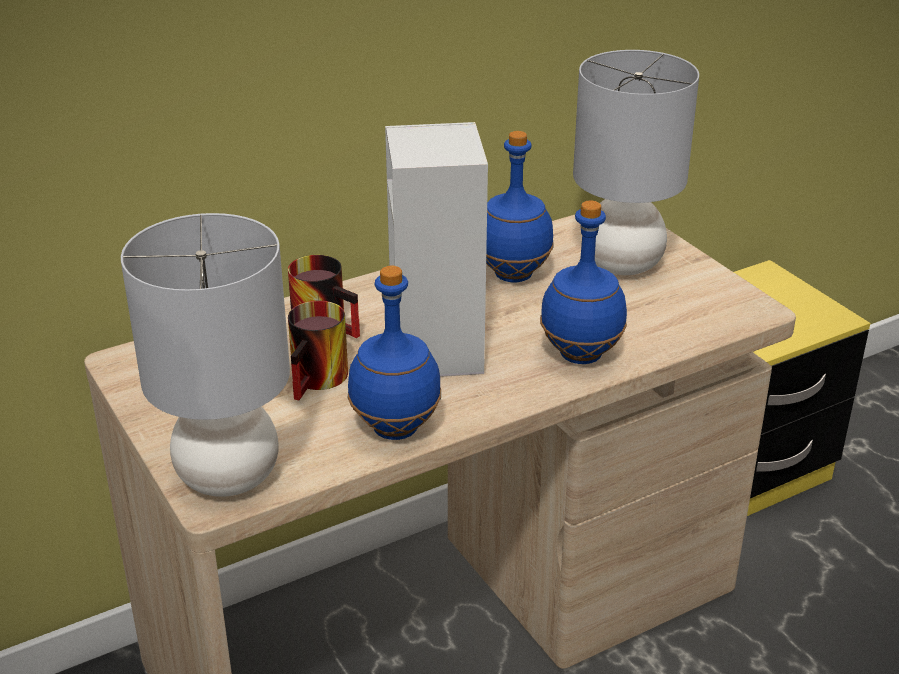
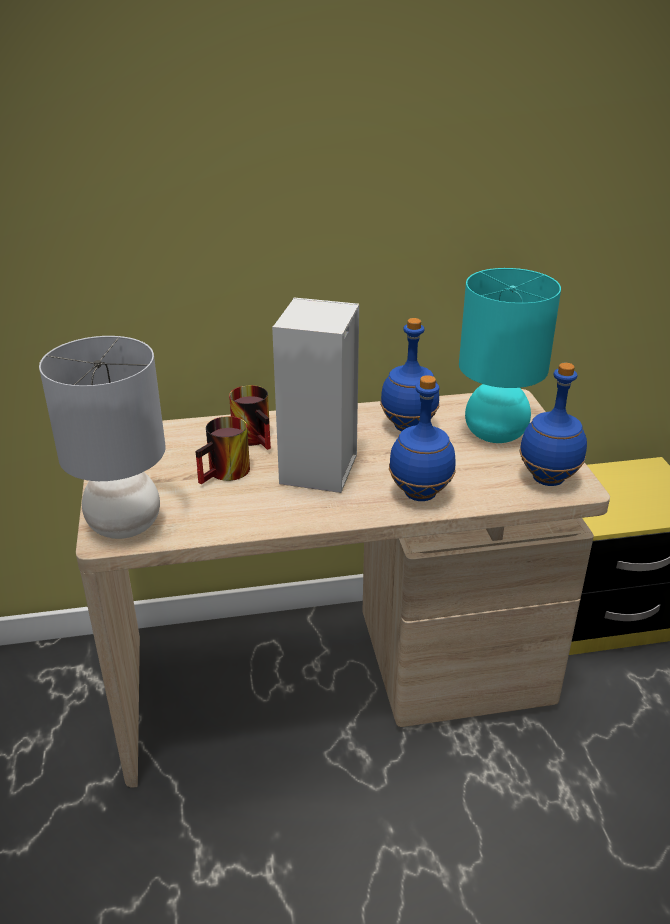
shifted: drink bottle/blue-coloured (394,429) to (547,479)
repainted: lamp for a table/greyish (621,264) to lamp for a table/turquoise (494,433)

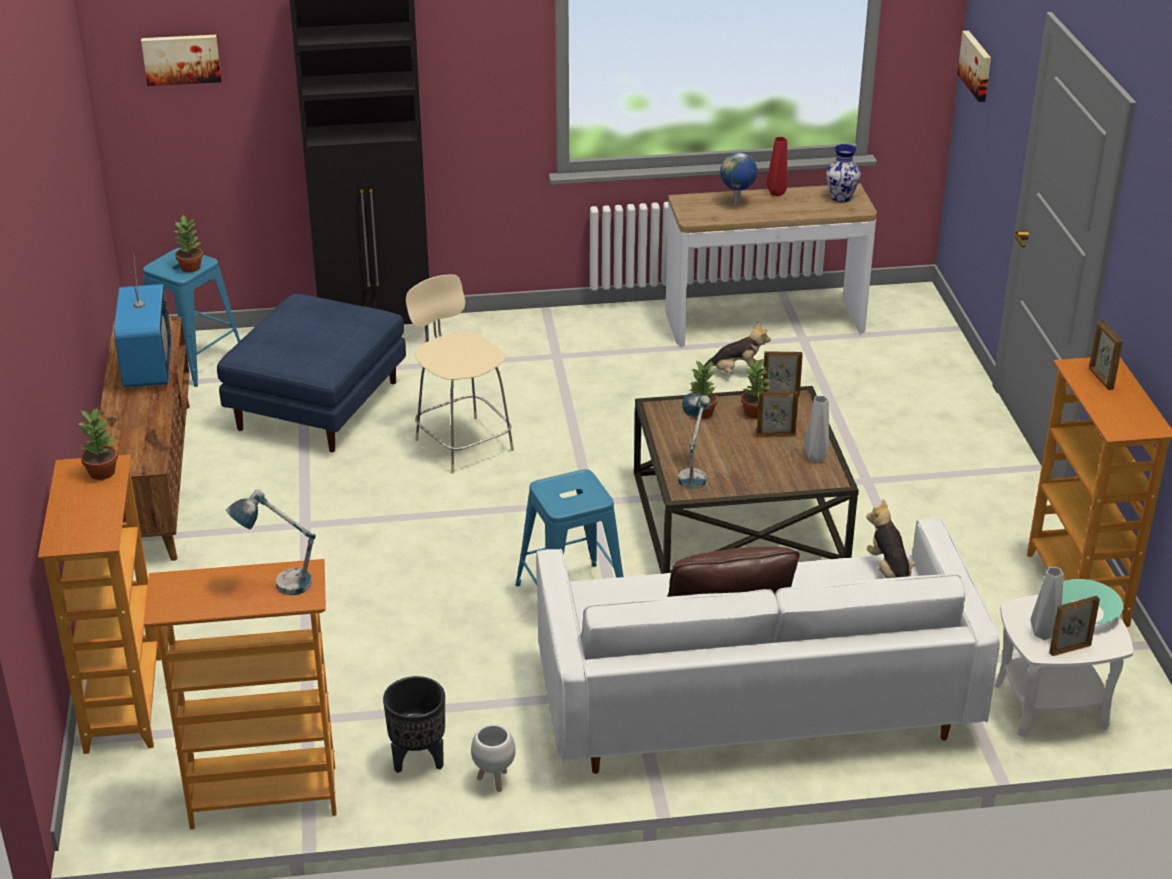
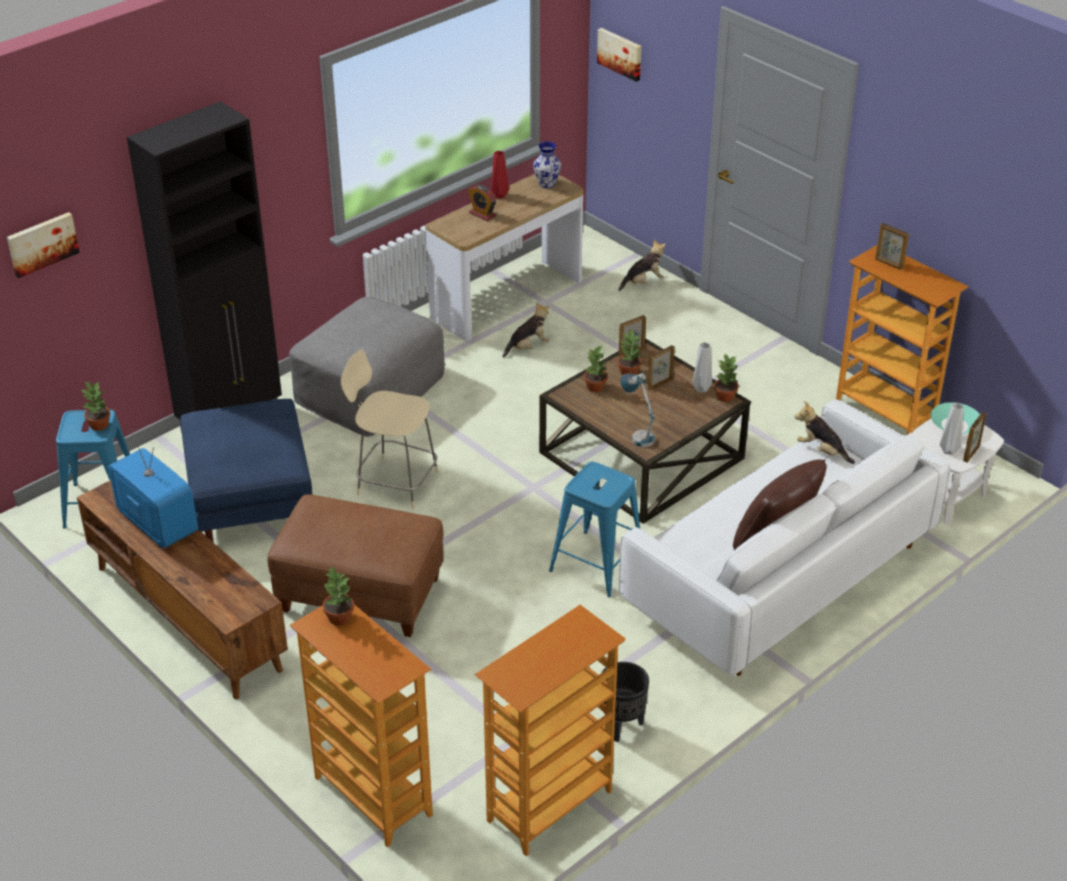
gone: lamp for a table (278,583); flower pot/white-coloured (494,781)
new: plush toy (643,282); ottoman/greyish (369,388); potted plant (725,396); ottoman/brown (359,596)
swapped: desk globe (737,204) to bedside clock (482,214)

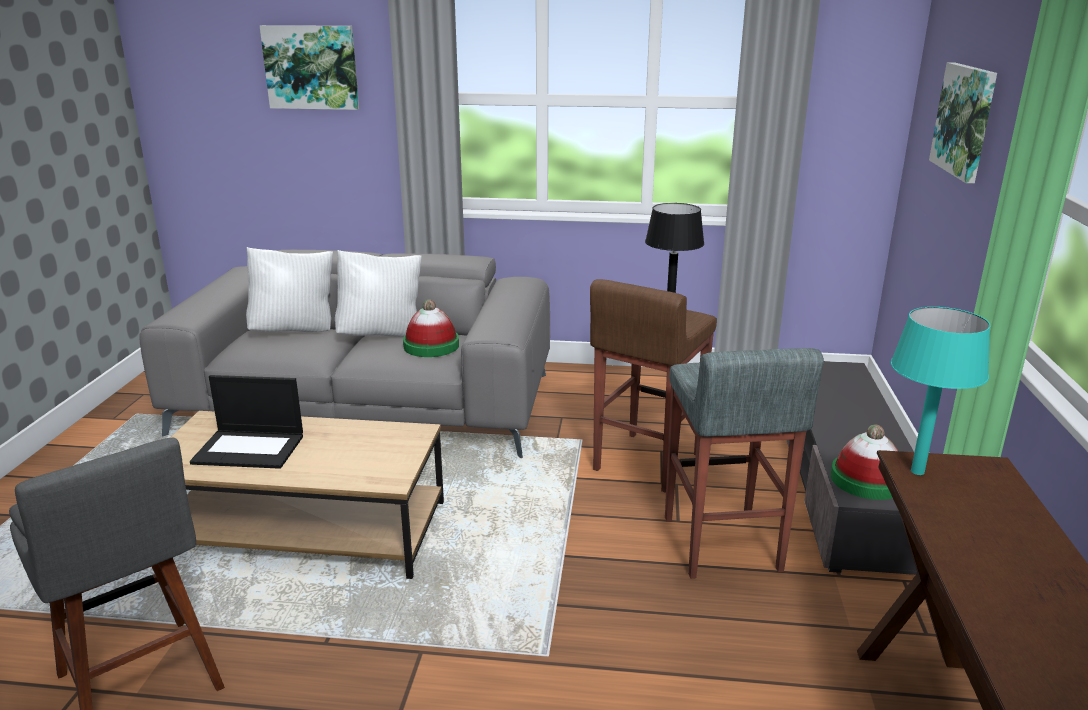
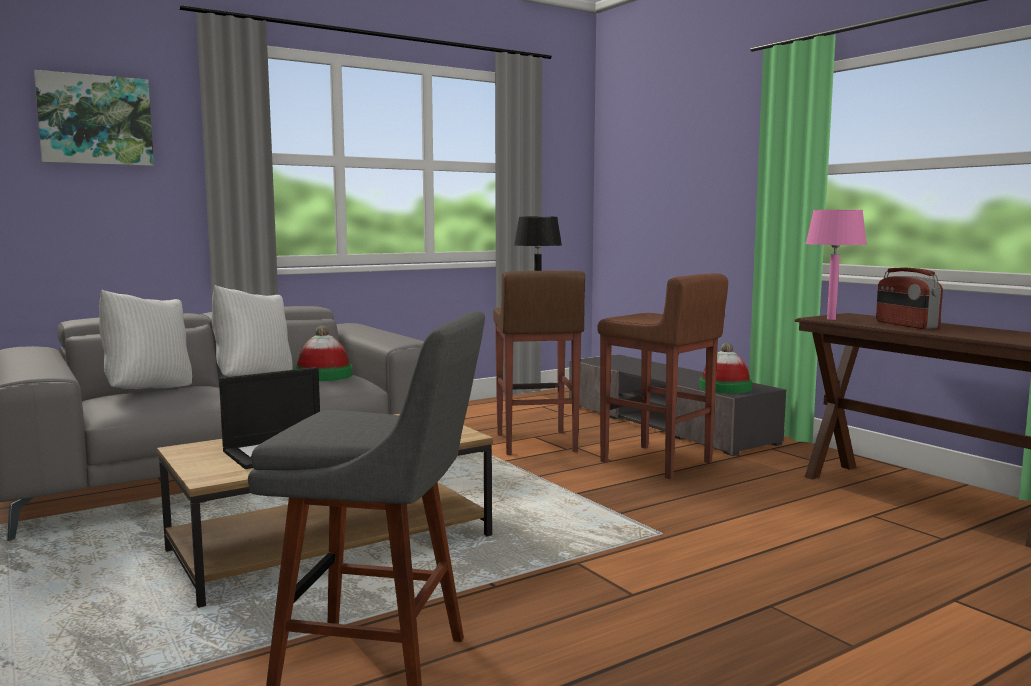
gone: picture (965,120)
new: radio set (905,325)
repainted: lamp for a table/turquoise (918,472) to lamp for a table/pink (831,319); stool seat/greyish (720,545) to stool seat/brown (656,462)

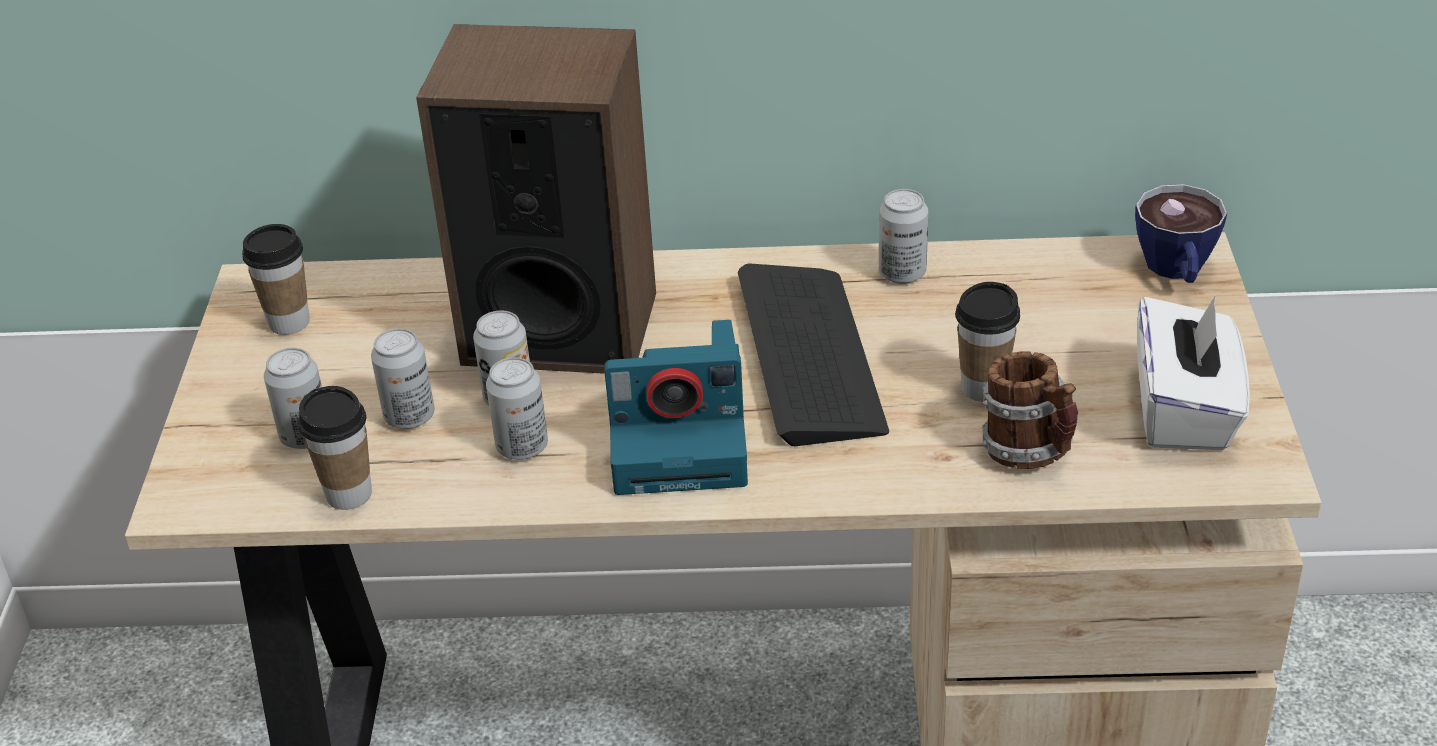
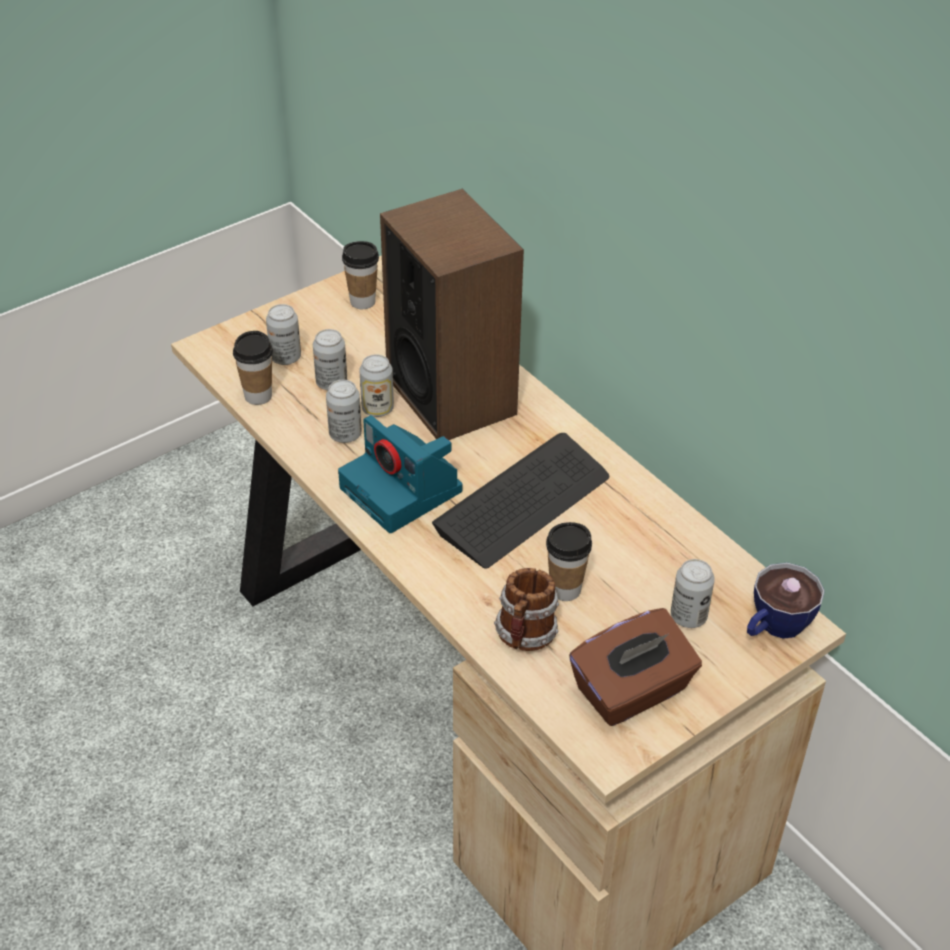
shifted: can (902,273) to (688,616)
repainted: tissue box/white-coloured (1184,411) to tissue box/brown (632,691)

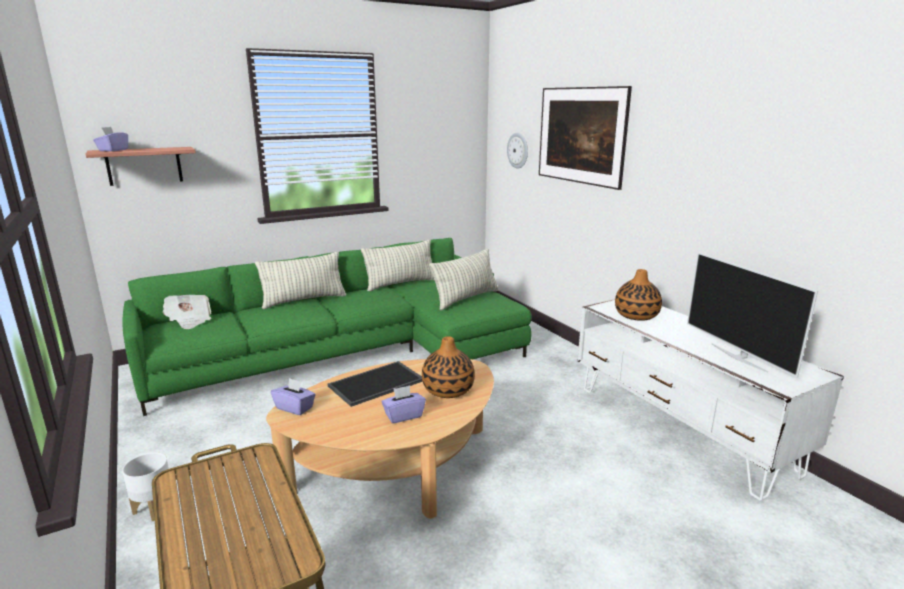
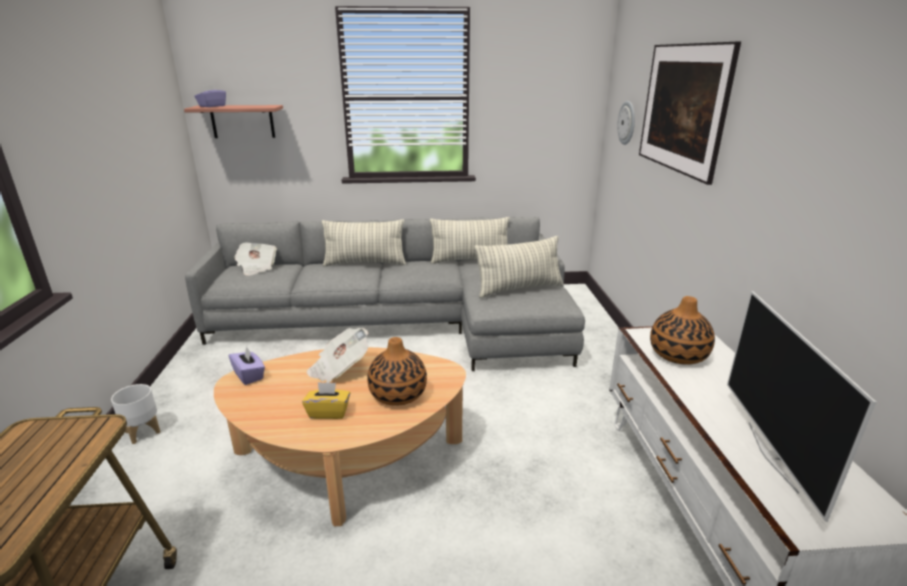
swapped: serving tray (376,384) to printed paper (339,369)
repainted: settee/green (351,353) to settee/greyish (404,323); tissue box/purplish (403,415) to tissue box/yellowish (328,412)

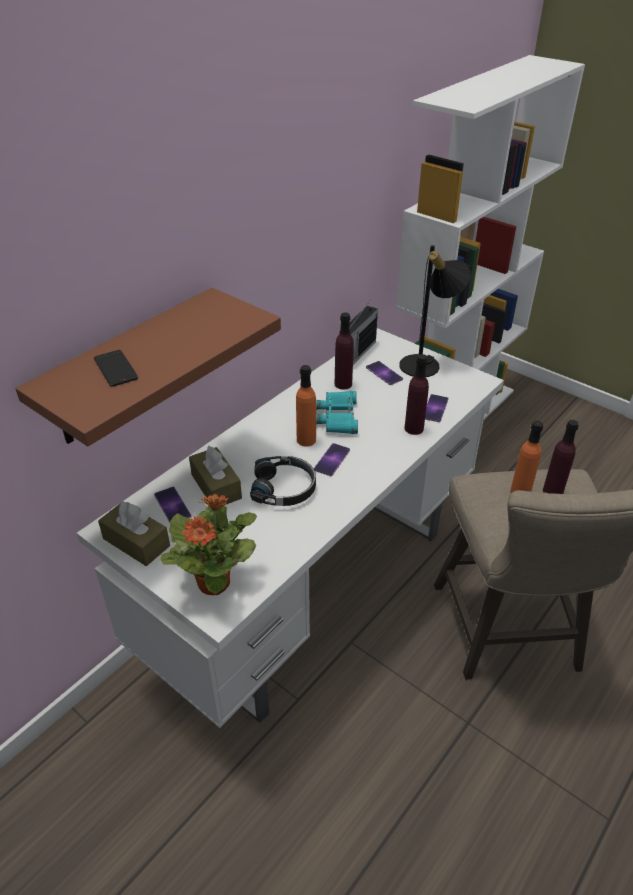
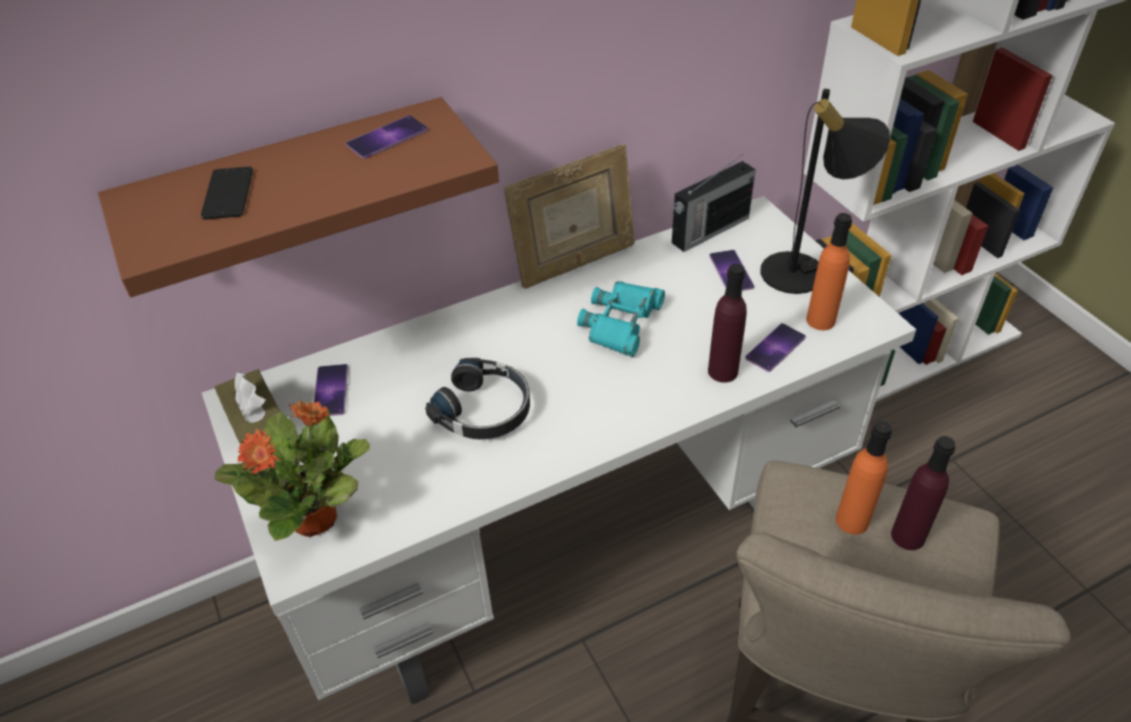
gone: drink bottle/purplish (343,384); tissue box/brown (216,486)
new: picture frame (574,264)
shifted: drink bottle/orangey (306,440) to (820,320); handset (332,459) to (387,137)

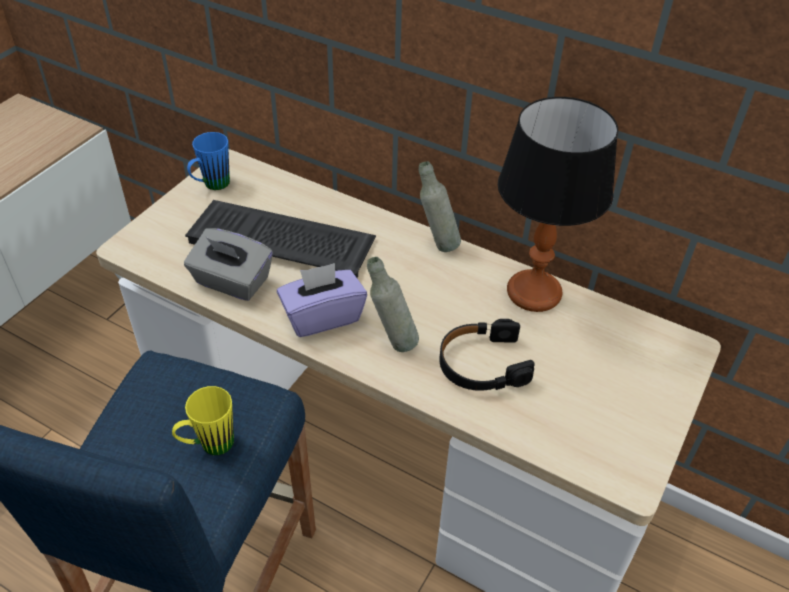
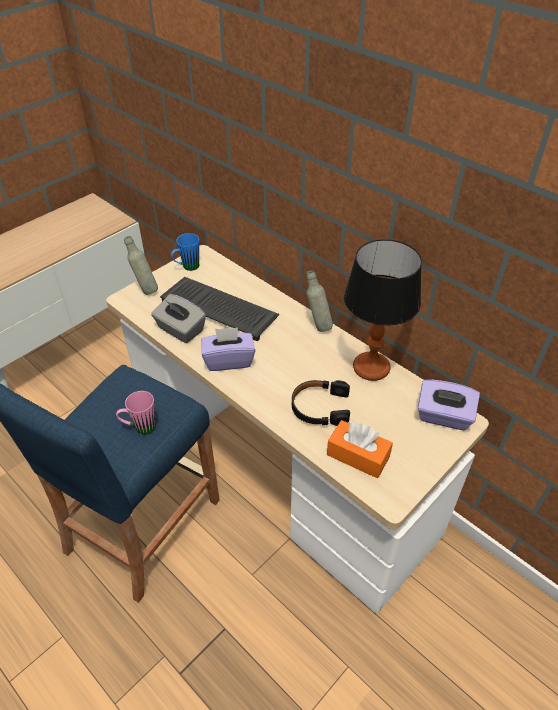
new: tissue box/purplish (443,416); tissue box/orangey (358,456)
shifted: drink bottle/greyish (392,342) to (145,290)
repainted: tea mug/yellowish (209,445) to tea mug/pink (140,427)

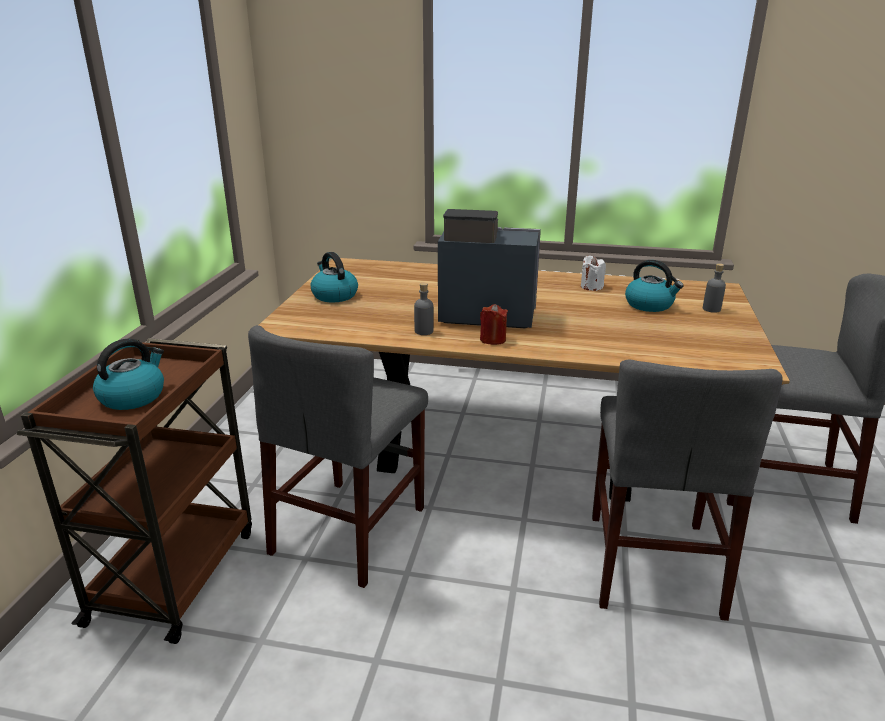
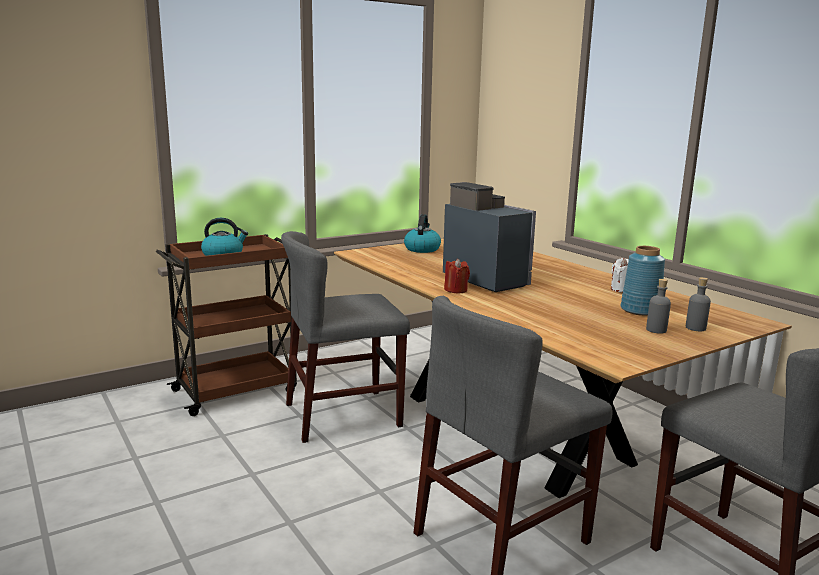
shifted: drink bottle/greyish (424,331) to (656,330)
swapped: tea kettle (650,305) to decorative vase/blue-coloured (640,310)

